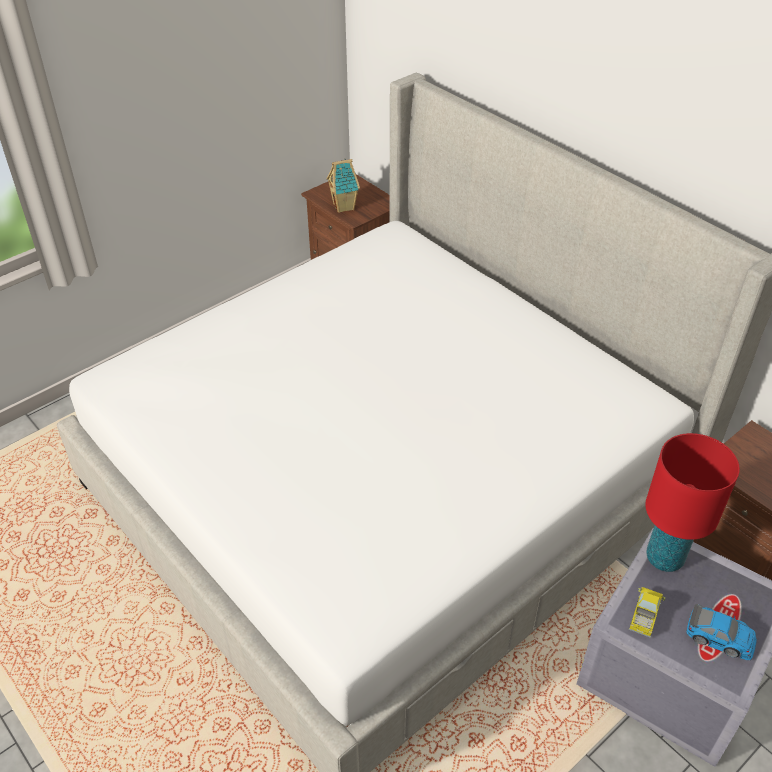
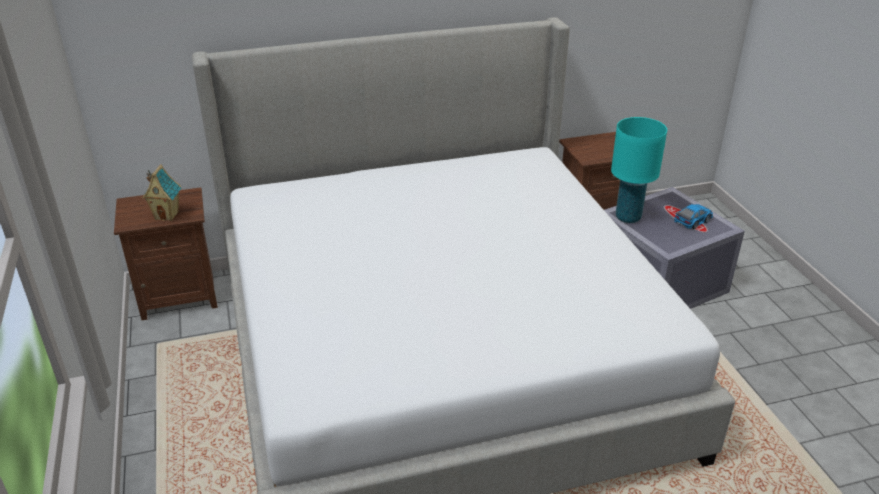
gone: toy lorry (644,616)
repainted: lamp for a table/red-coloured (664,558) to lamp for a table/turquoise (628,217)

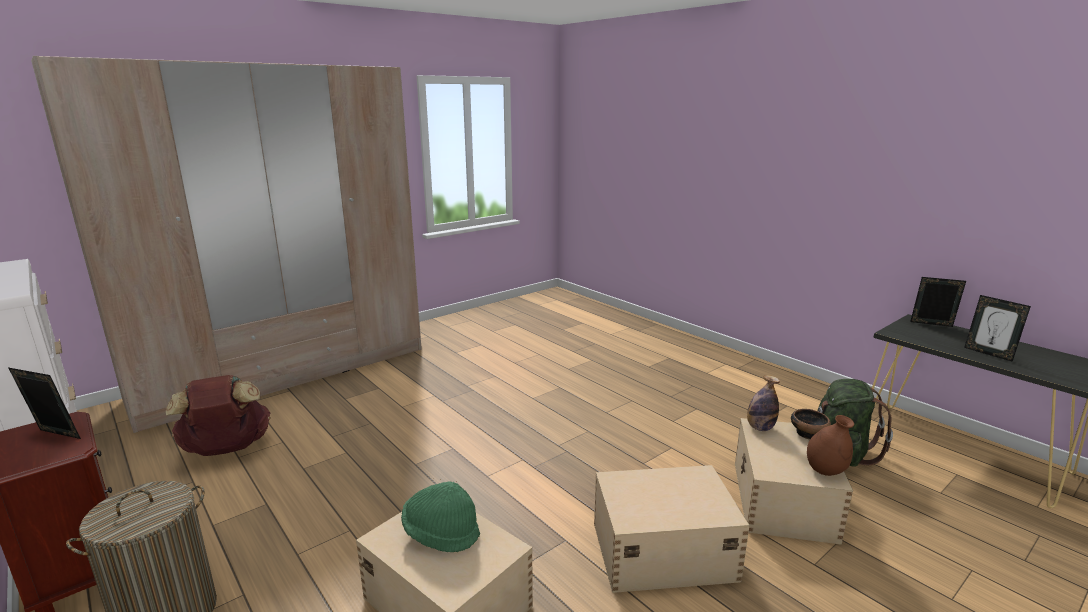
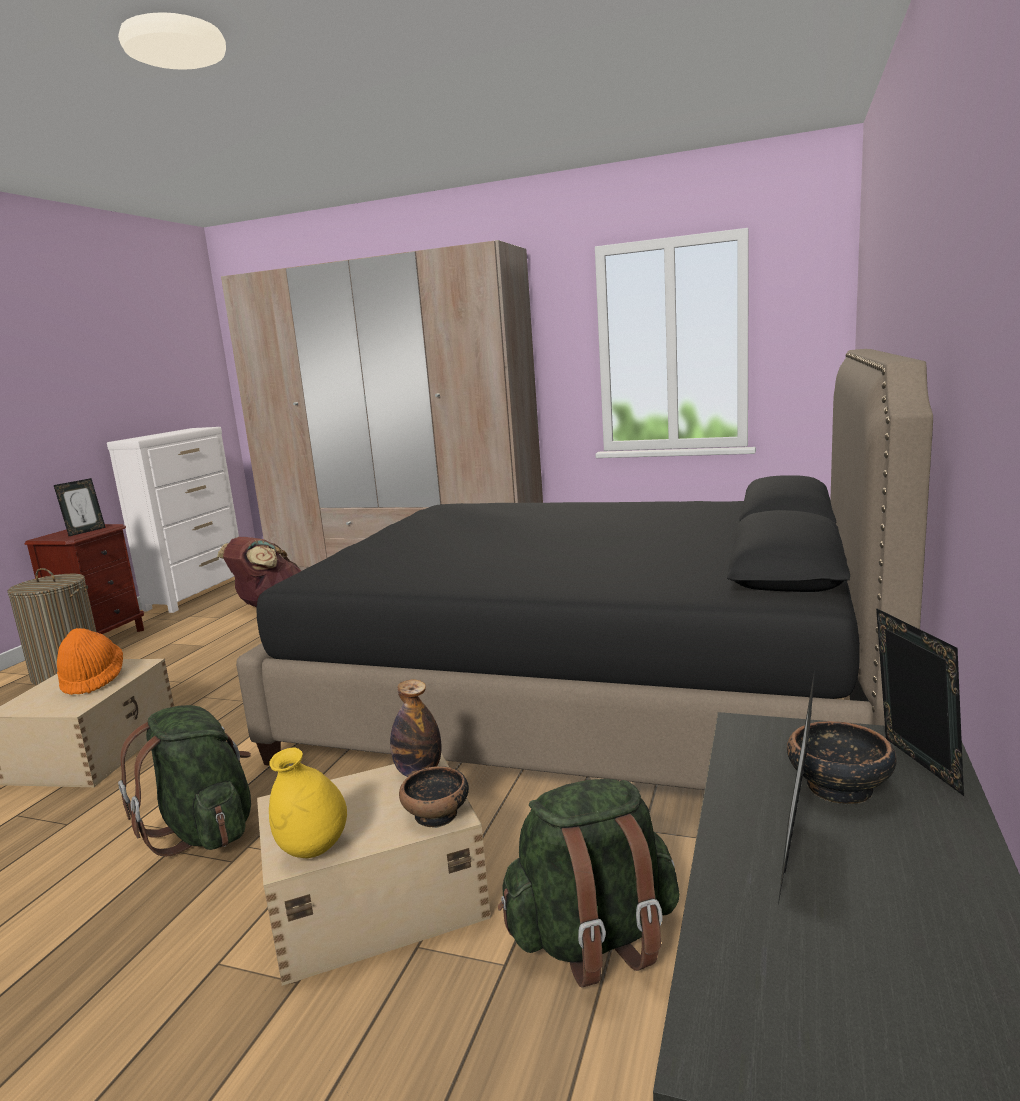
new: bed/black-coloured (589,697); serving bowl (838,788)
swapped: storage container/sand-coloured (661,551) to knapsack/green (204,830)
repainted: decorative vase/brown (825,471) to decorative vase/yellowish (313,850); wearable hat/green (441,533) to wearable hat/orangey (93,680)
rotated: picture frame (55,436) = (85,531) 45 degrees clockwise

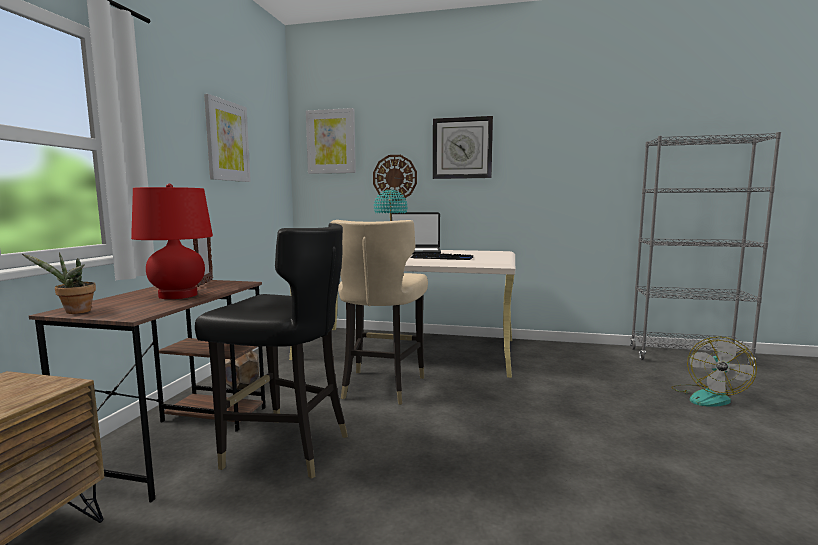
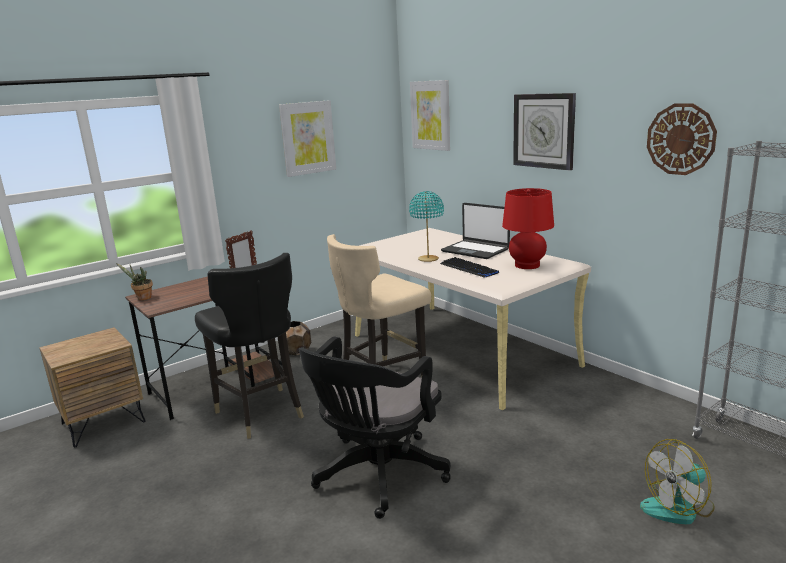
new: computer chair/black-coloured (377,476)
shifted: clock on the wall (395,178) to (681,139); lamp for a table/red-coloured (178,295) to (527,265)

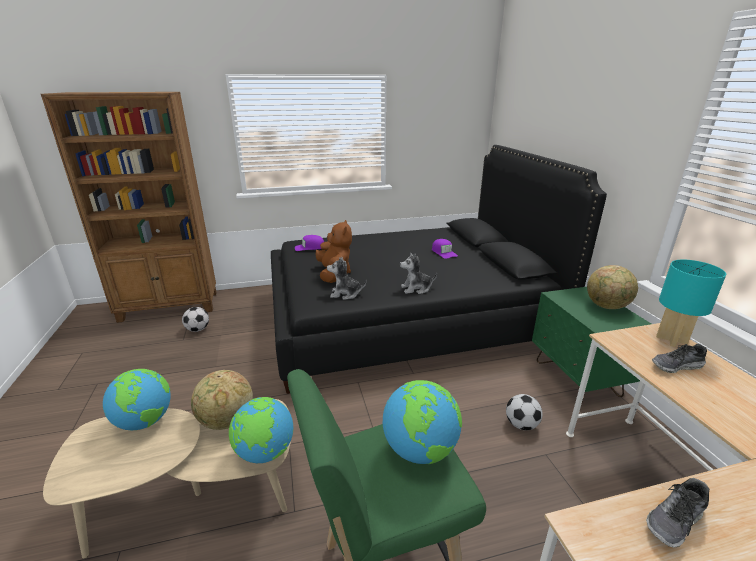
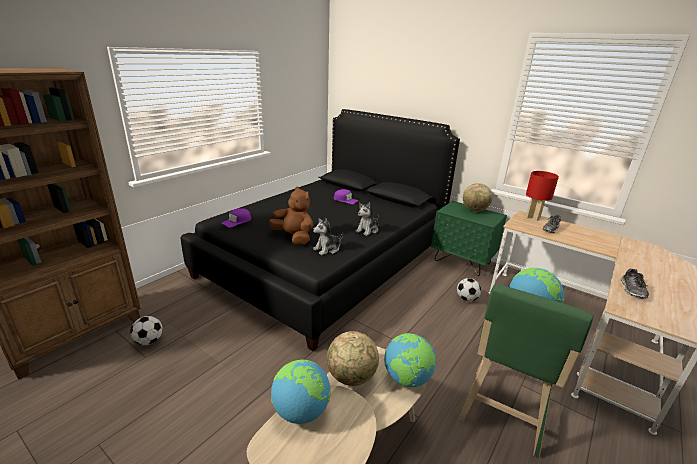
repainted: lamp for a table/turquoise (671,339) to lamp for a table/red-coloured (532,217)

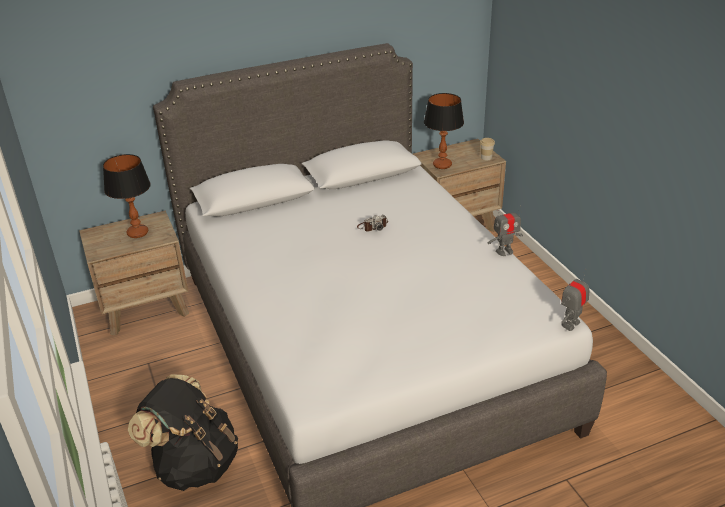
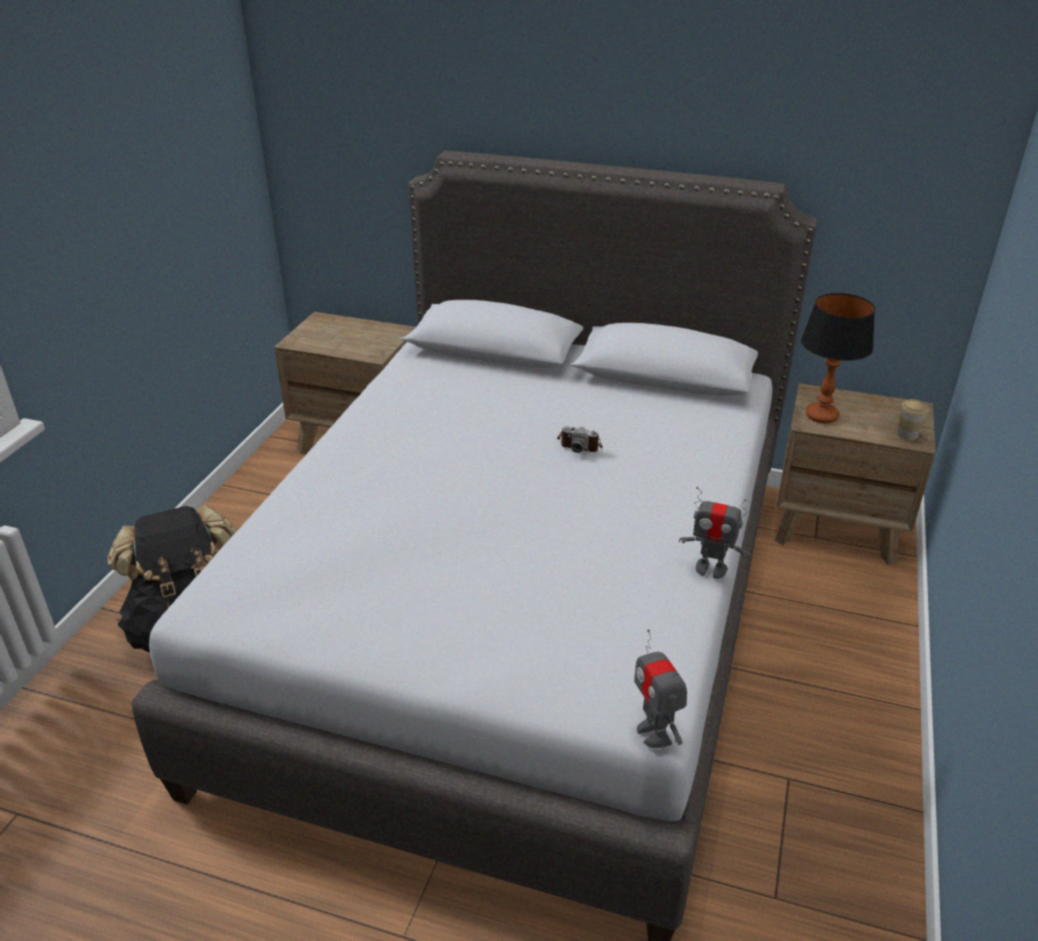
gone: lamp for a table (137,233)
rotated: robot figure (571,324) = (654,733) 105 degrees counterclockwise

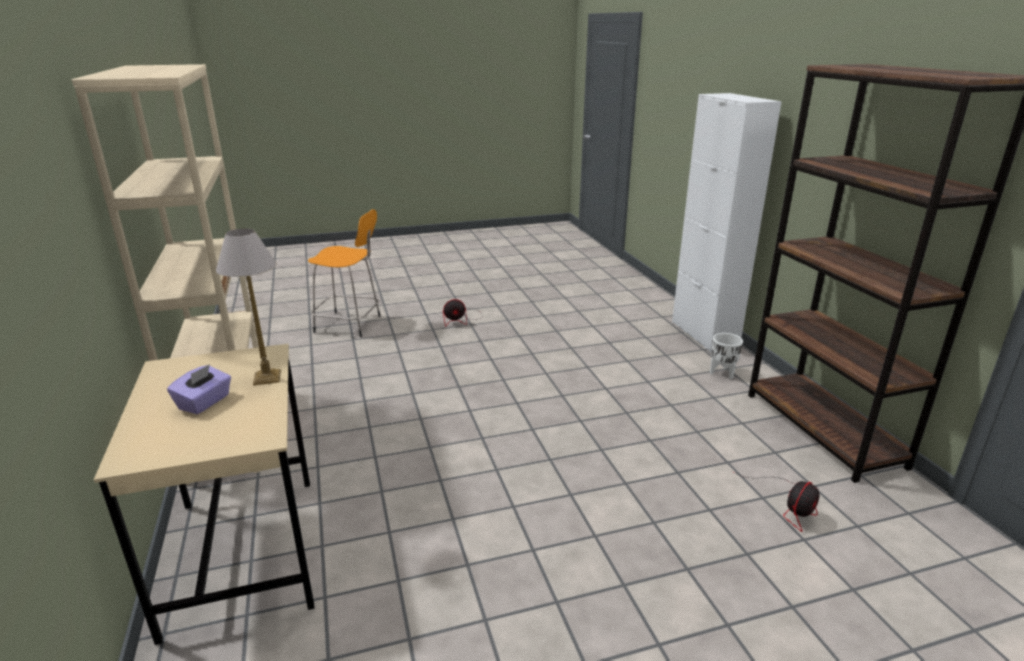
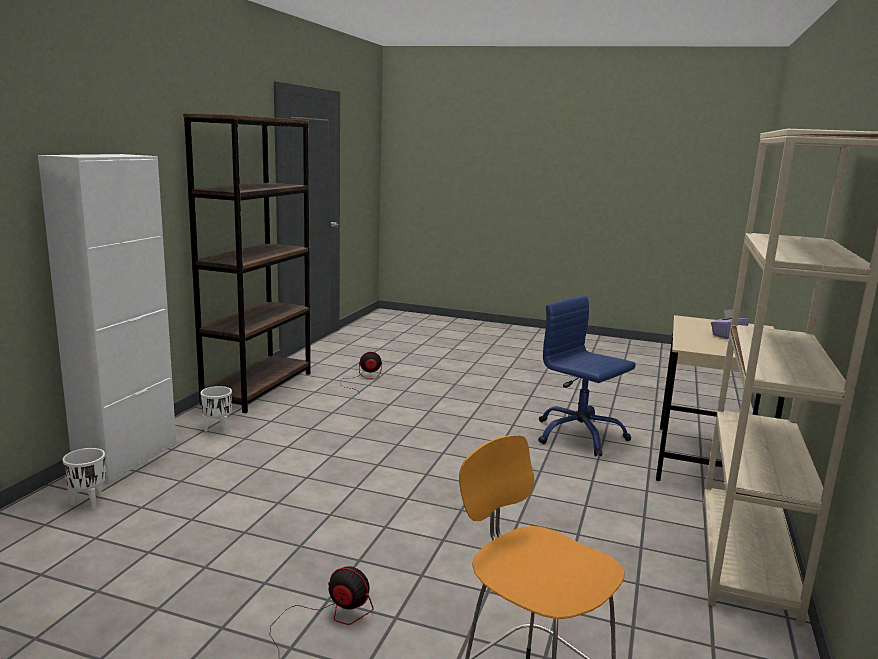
gone: lamp for a table (268,377)
new: computer chair/blue-coloured (579,435); flower pot/white-coloured (88,502)

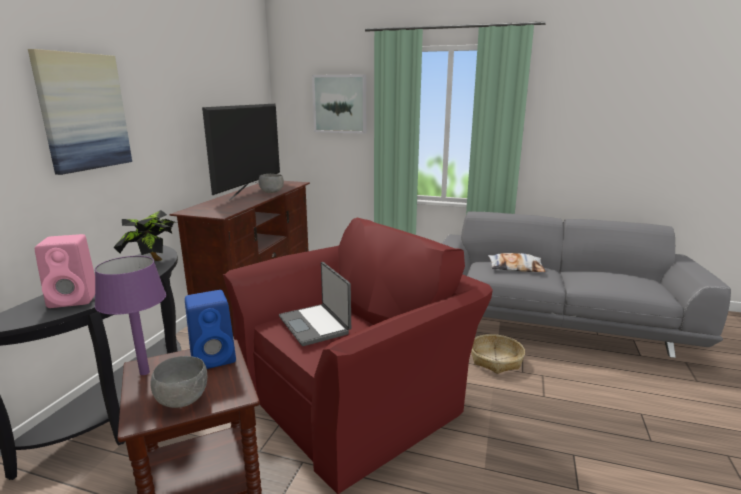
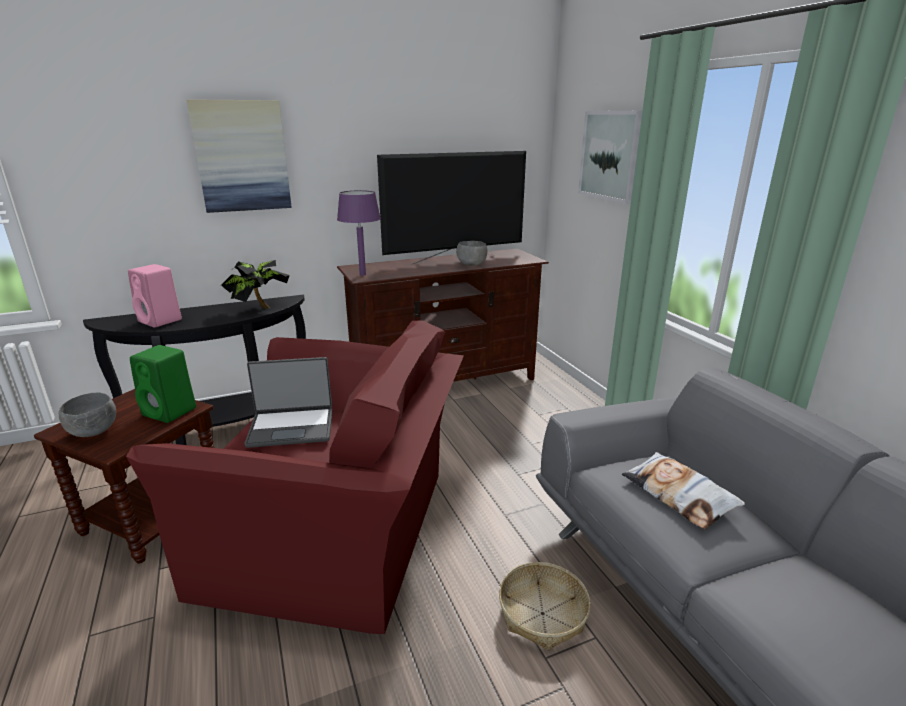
shifted: lamp for a table/purplish (145,372) to (363,274)
repainted: speaker/blue-coloured (215,358) to speaker/green (171,412)
rotated: notebook computer (315,325) = (291,427) 120 degrees counterclockwise

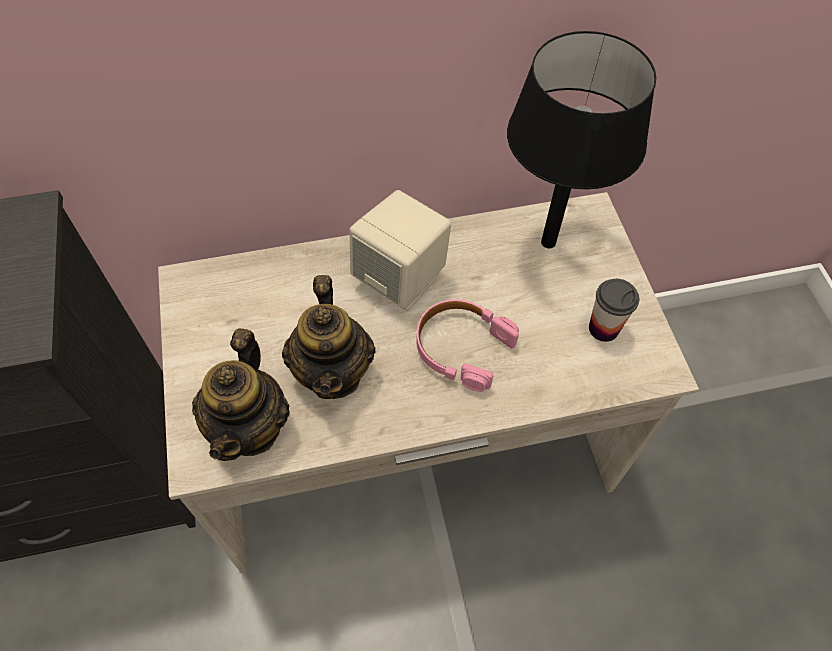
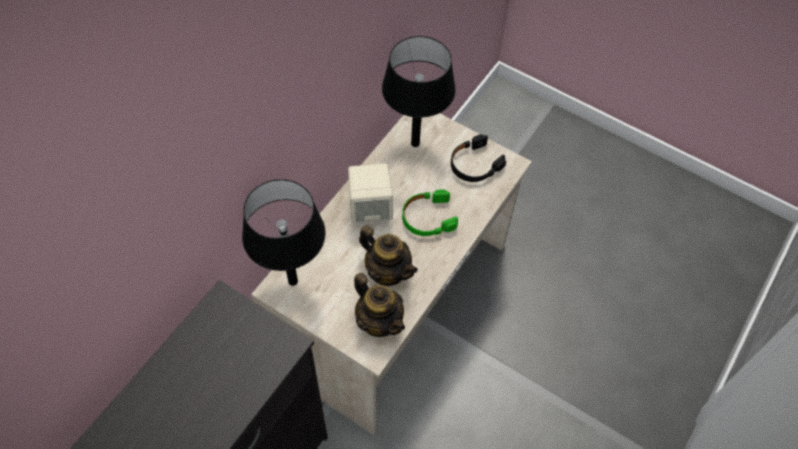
new: lamp for a table/black-coloured (293,281)
swapped: drinking cup (603,328) to headset/black-coloured (474,164)
repainted: headset/pink (461,347) to headset/green (428,218)

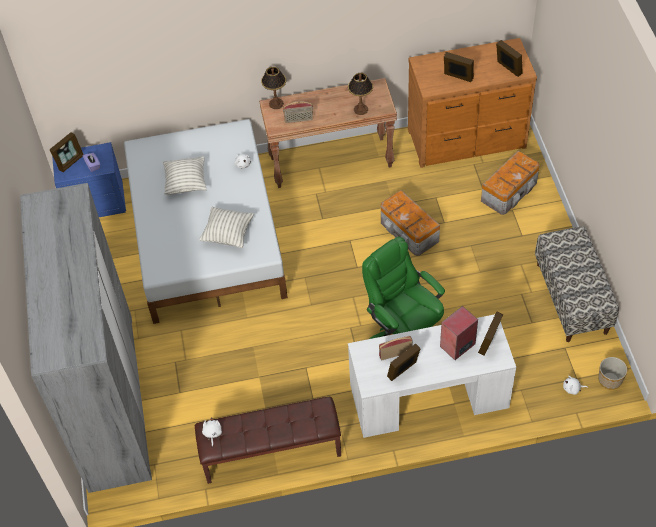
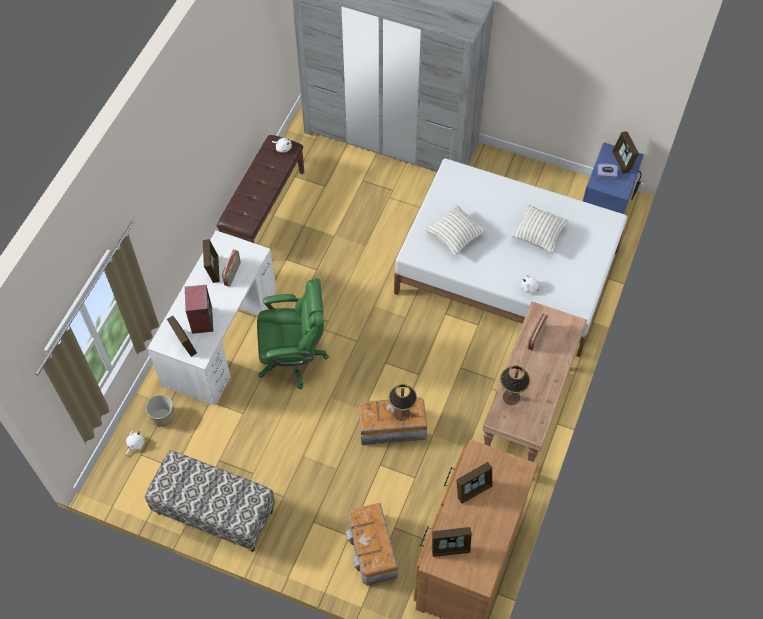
shifted: lamp for a table (276,103) to (402,413); flower pot (609,380) to (163,416)

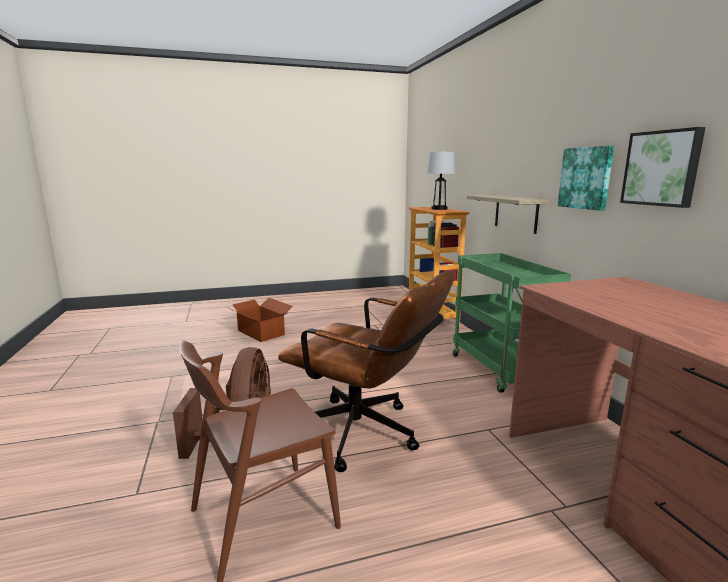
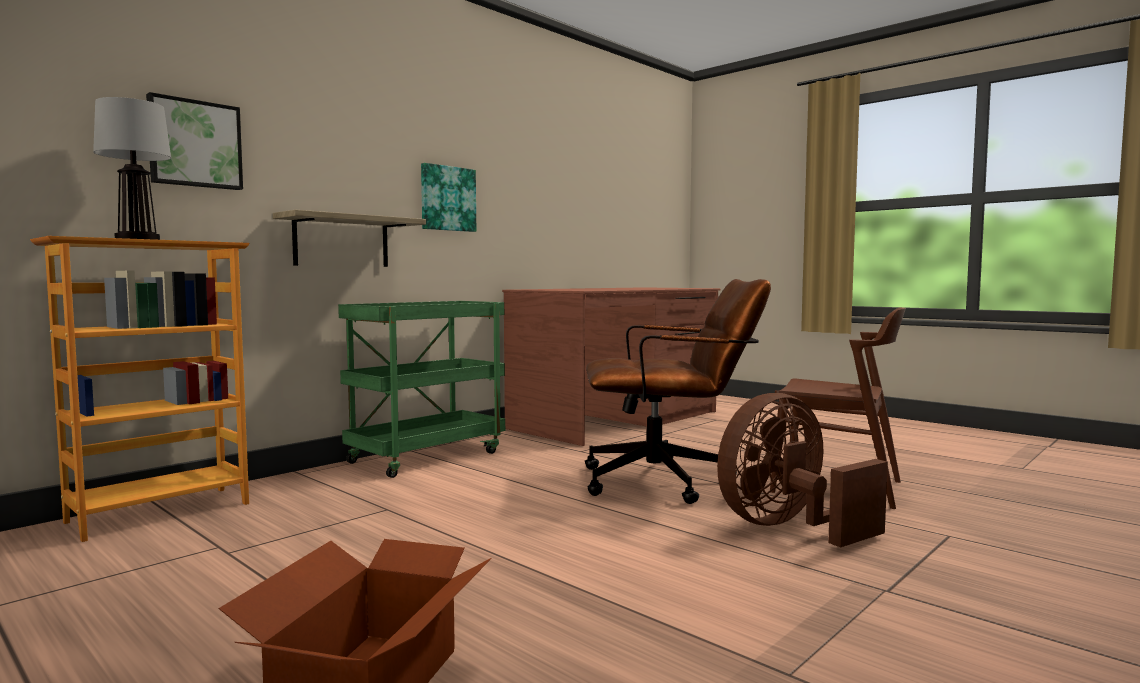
shifted: picture (662,168) to (194,144)
rotated: computer chair/brown (366,435) = (669,481) 90 degrees clockwise

